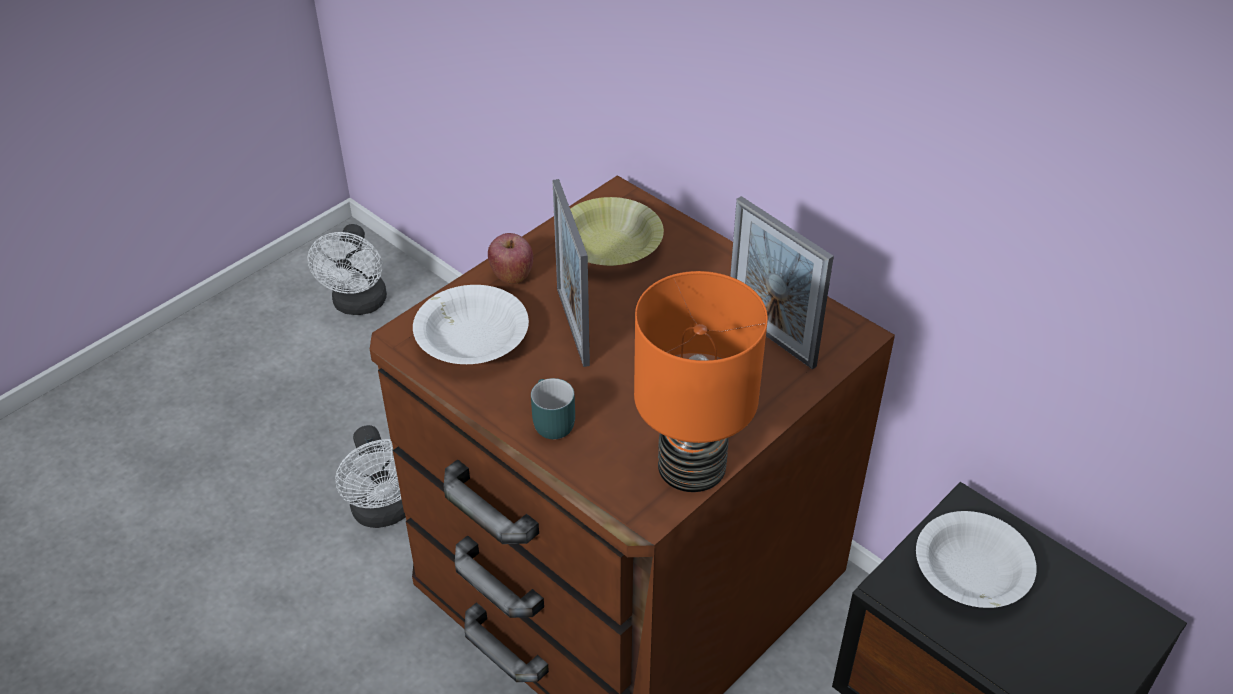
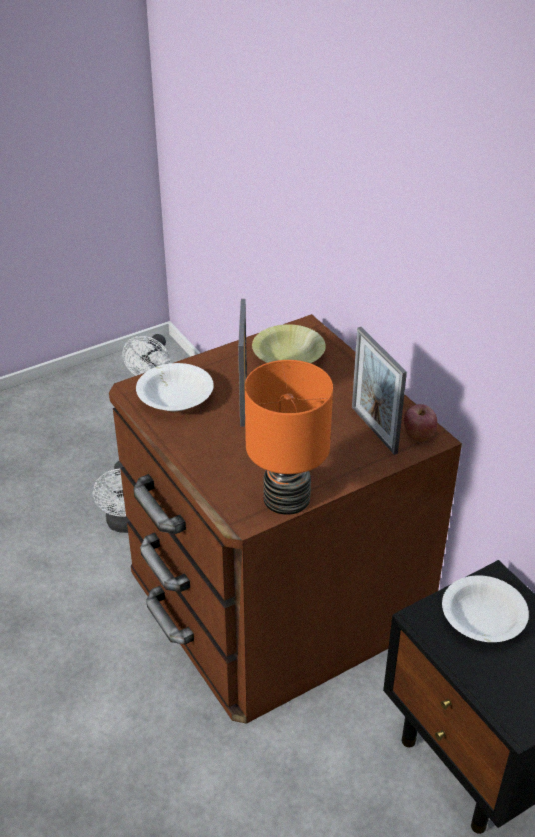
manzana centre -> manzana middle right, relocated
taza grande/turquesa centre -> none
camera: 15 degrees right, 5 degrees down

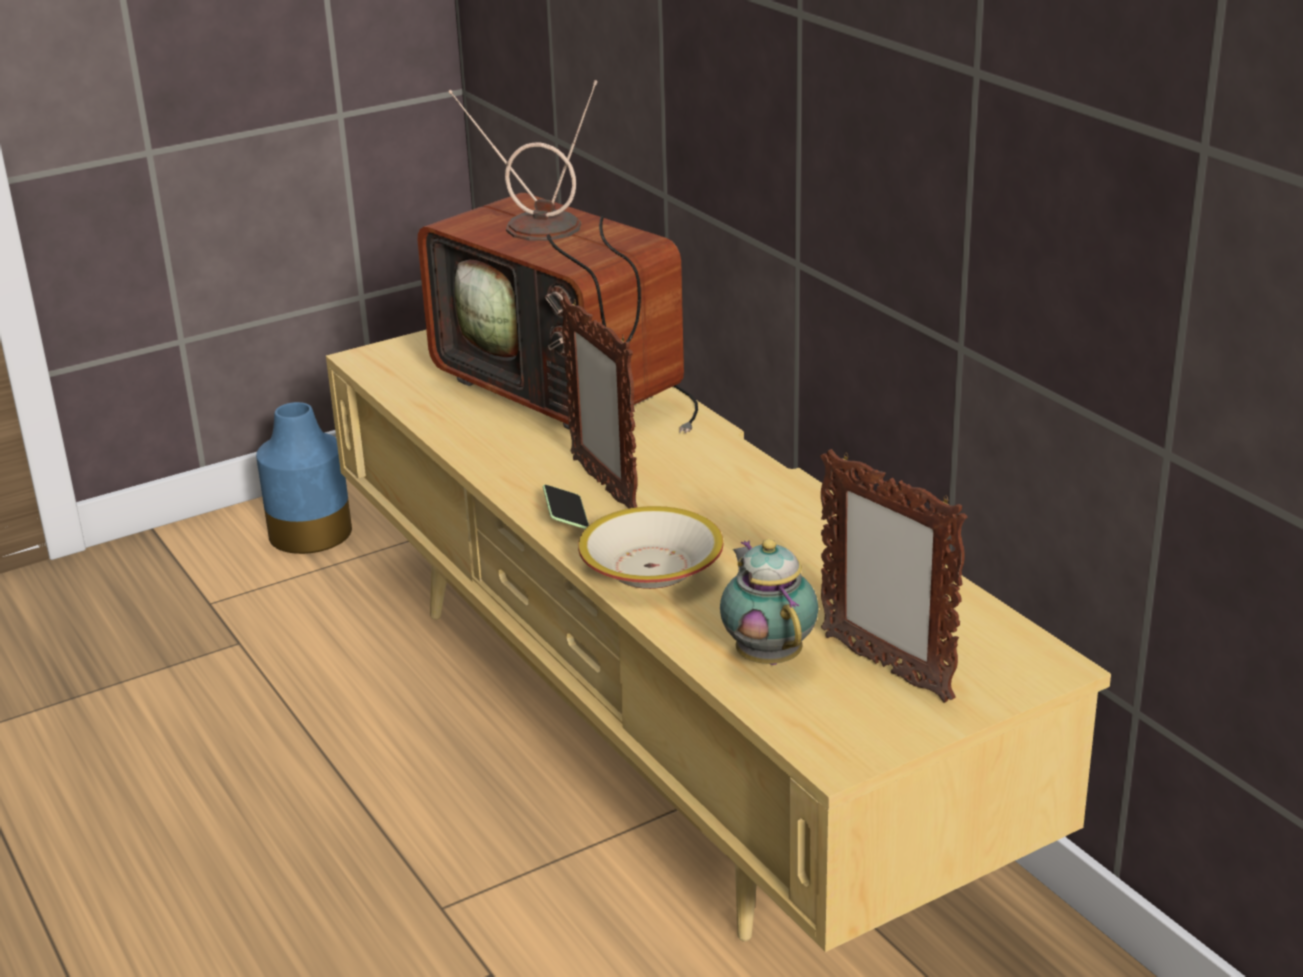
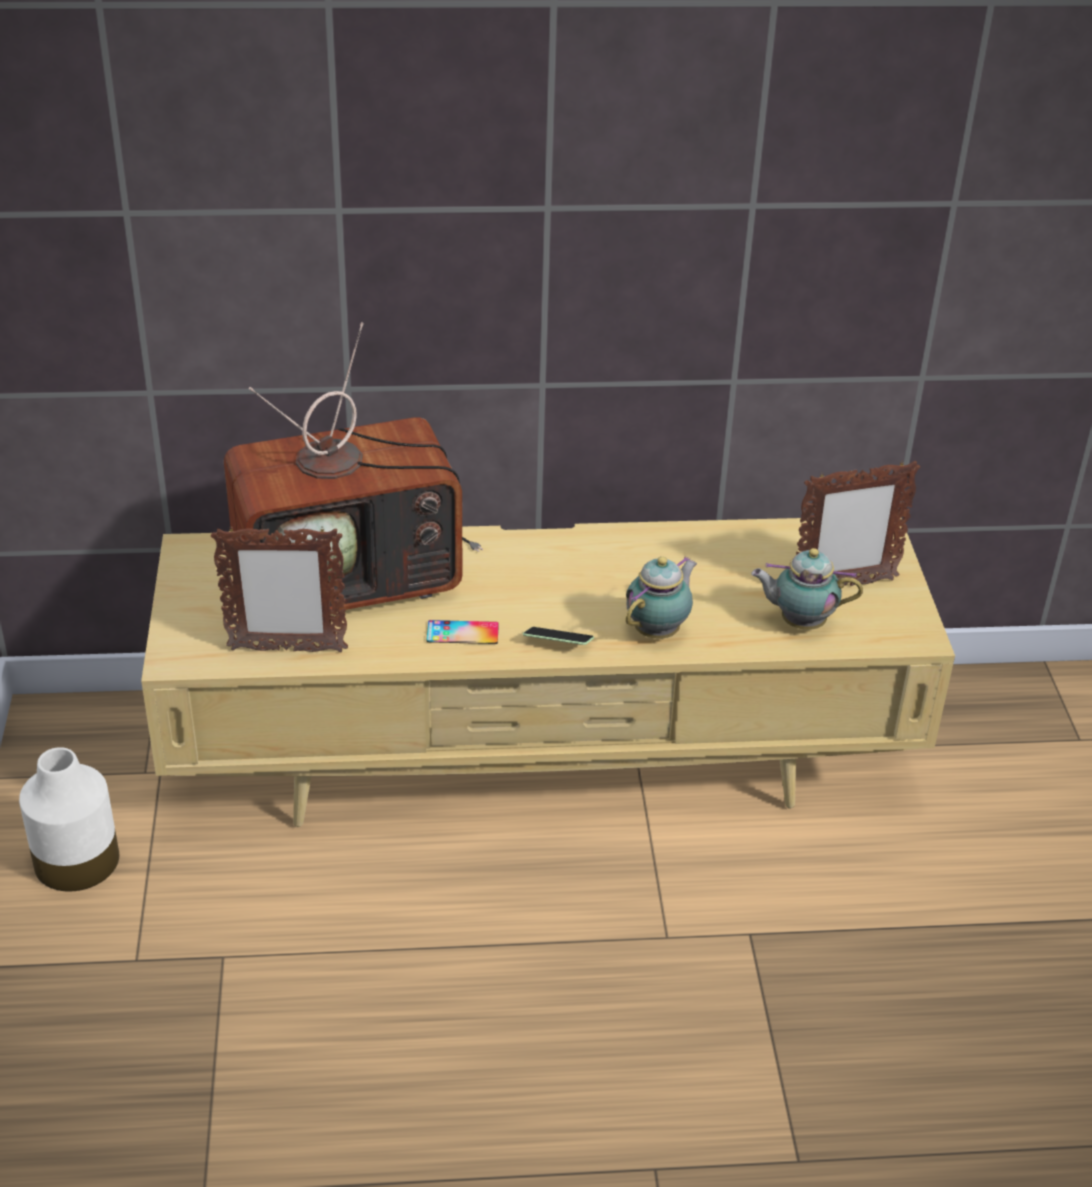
florero/azul middle left -> florero/blanco bottom left
portarretratos (no. 1 from left) centre -> portarretratos (no. 1 from left) middle left, relocated
none -> móvil (no. 1 from left) centre
cuenco centre -> tetera (no. 1 from left) centre
camera: 65 degrees left, 10 degrees up

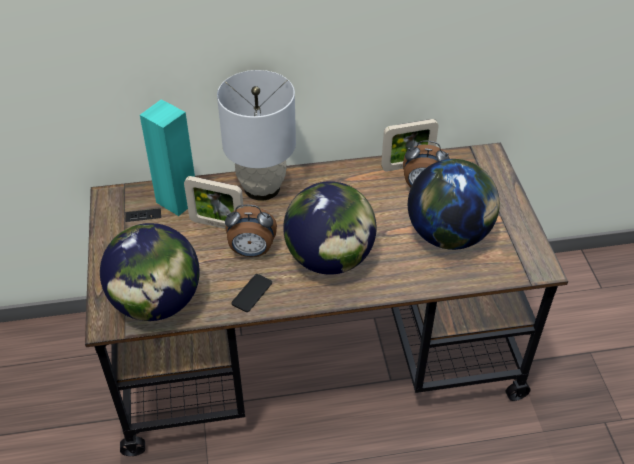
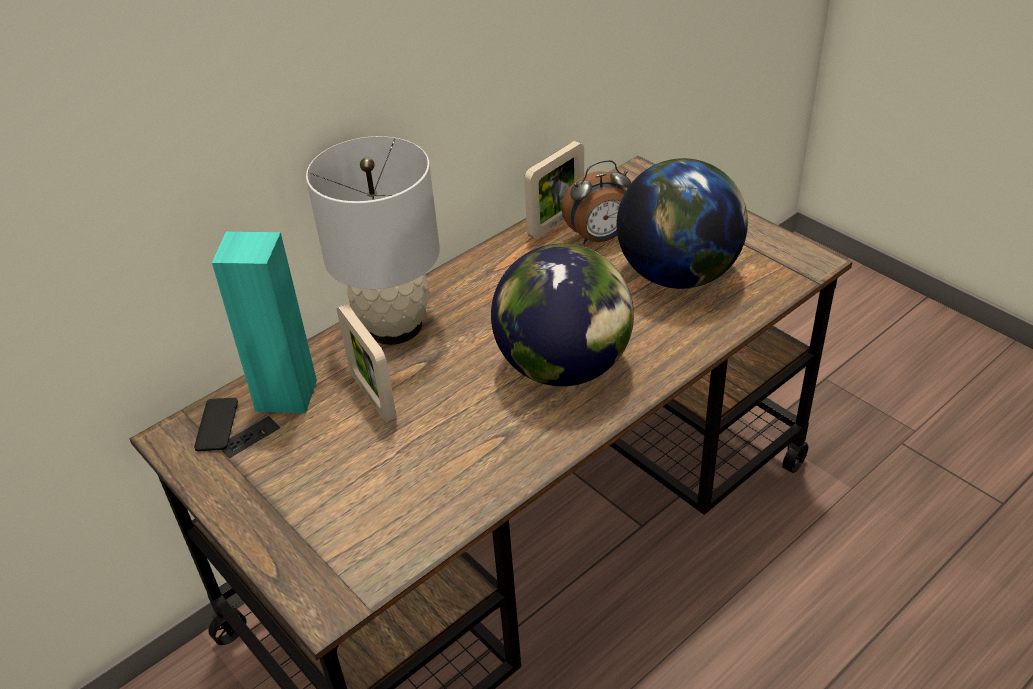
móvil centre -> móvil middle left, relocated
portarretratos (no. 1 from left) centre, 75 degrees clockwise
globo terráqueo (no. 1 from left) middle left -> none
despertador (no. 1 from left) centre -> none
camera: 30 degrees left, 5 degrees down

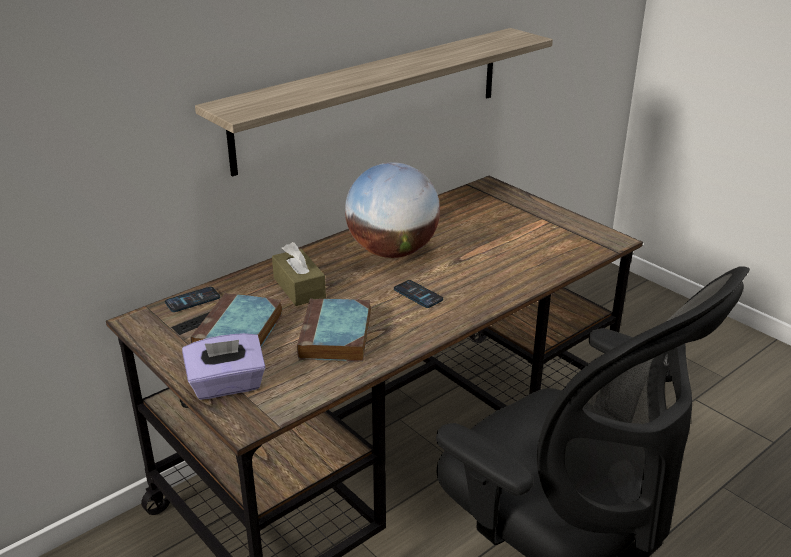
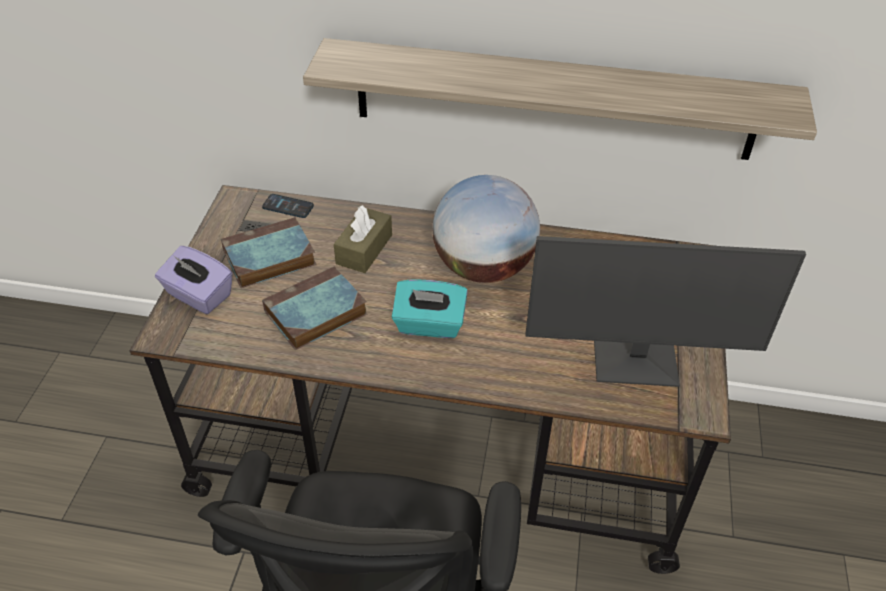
móvil (no. 2 from left) centre -> caja de pañuelos/turquesa centre
none -> monitor middle right
camera: 50 degrees right, 15 degrees up

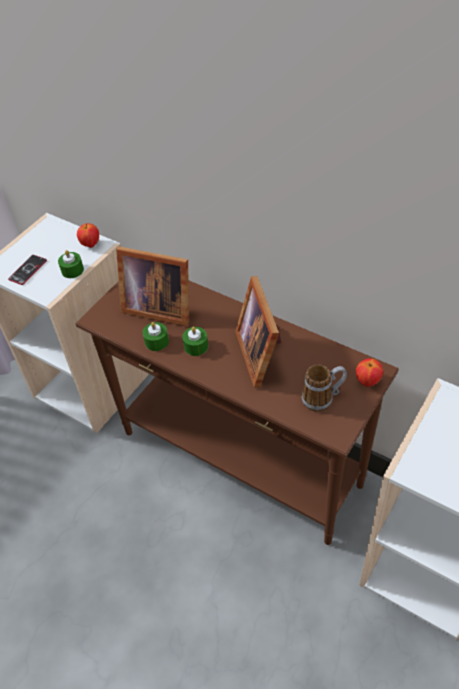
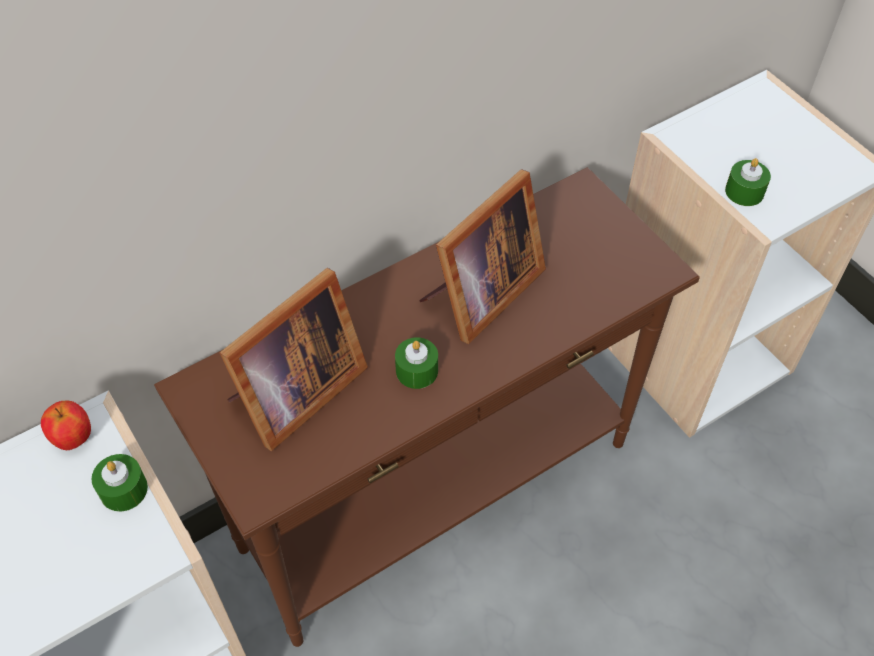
portarretratos (no. 2 from left) centre, 60 degrees counterclockwise
vela/verde (no. 2 from left in the first image) centre -> vela/verde (no. 3 from left) top right, relocated
móvil middle left -> none
taza grande middle right -> none
manzana (no. 2 from left) middle right -> none
camera: 70 degrees left, 5 degrees up

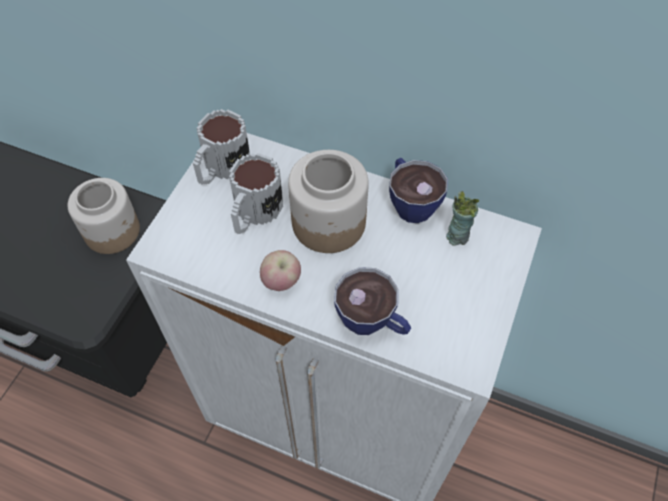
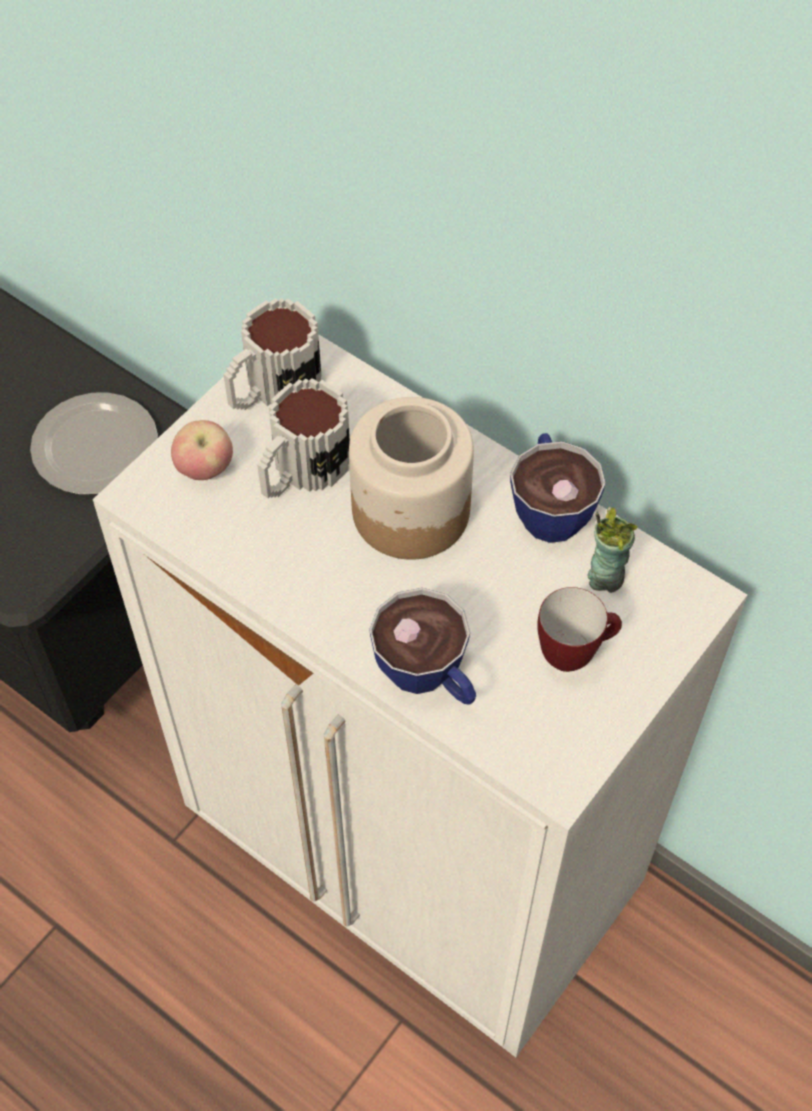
tarro (no. 1 from left) middle left -> plato middle left
manzana centre -> manzana middle left, relocated
none -> taza grande (no. 3 from left) middle right
camera: 15 degrees right, 0 degrees up

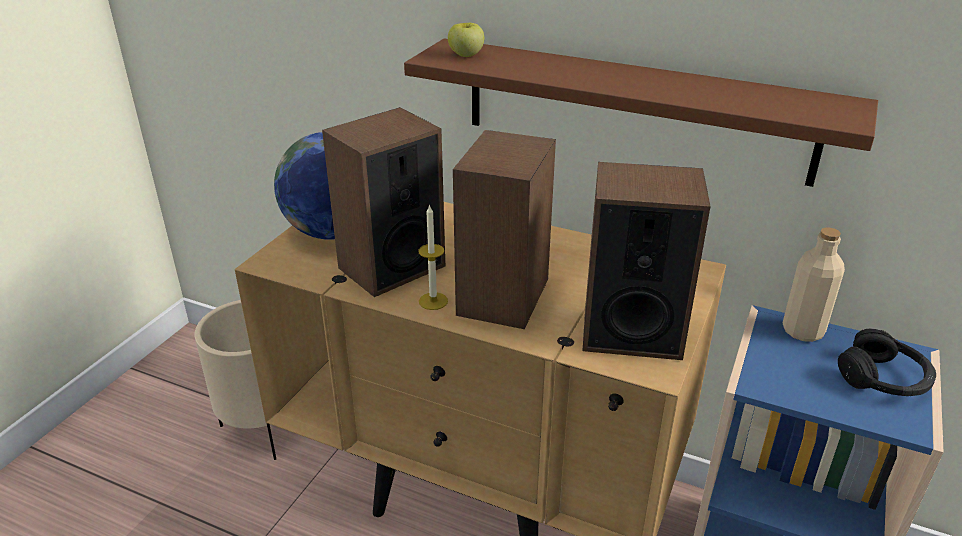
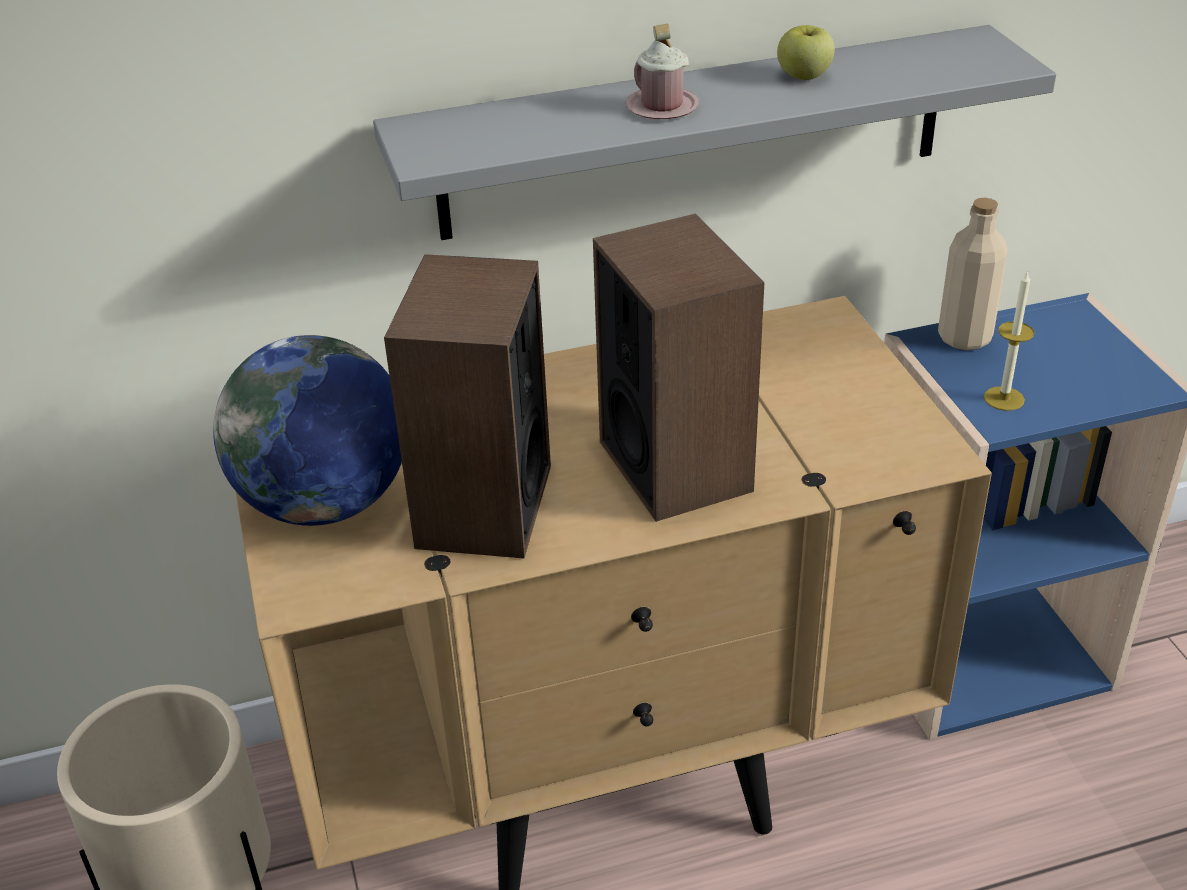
estante/marrón top centre -> estante/gris top centre
none -> taza grande/rosa top centre
manzana top centre -> manzana top right, relocated
vela centre -> vela middle right, relocated
altavoz (no. 3 from left) middle right -> none
auriculares/negro bottom right -> none
camera: 40 degrees left, 5 degrees up

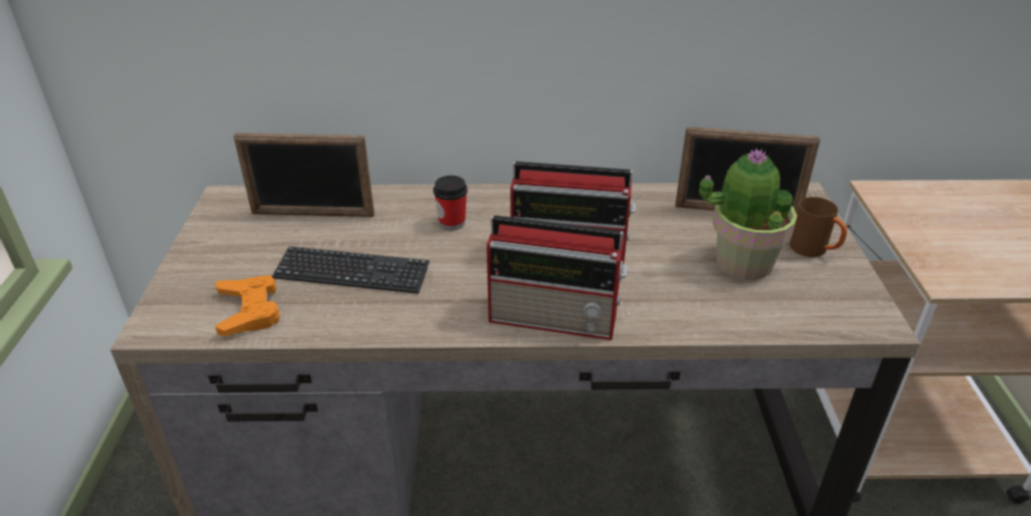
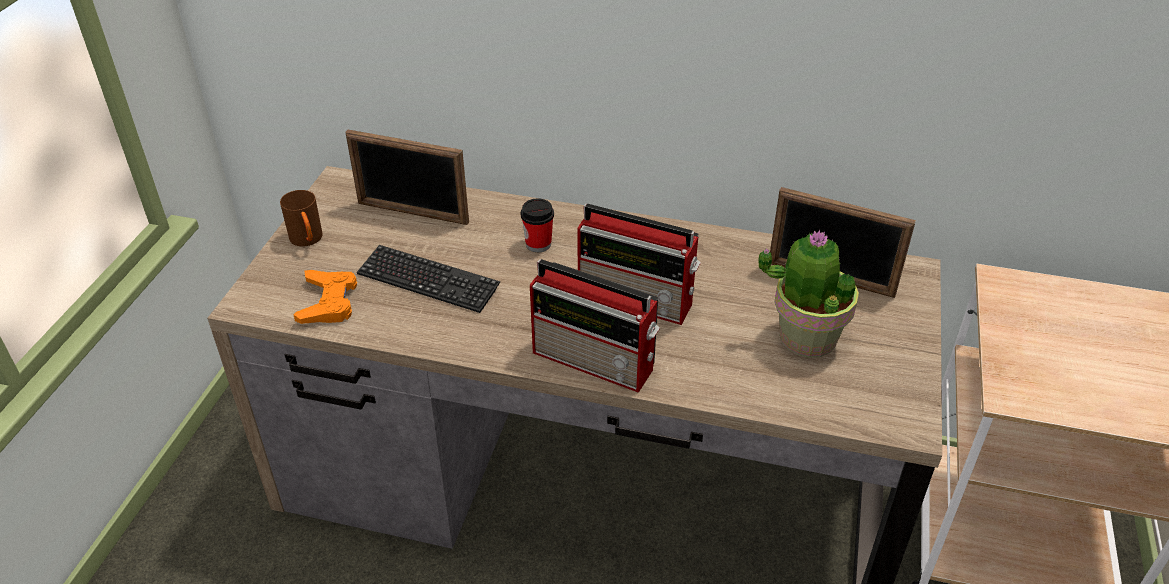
taza grande/marrón middle right -> taza grande/marrón middle left, relocated
camera: 15 degrees right, 5 degrees up

